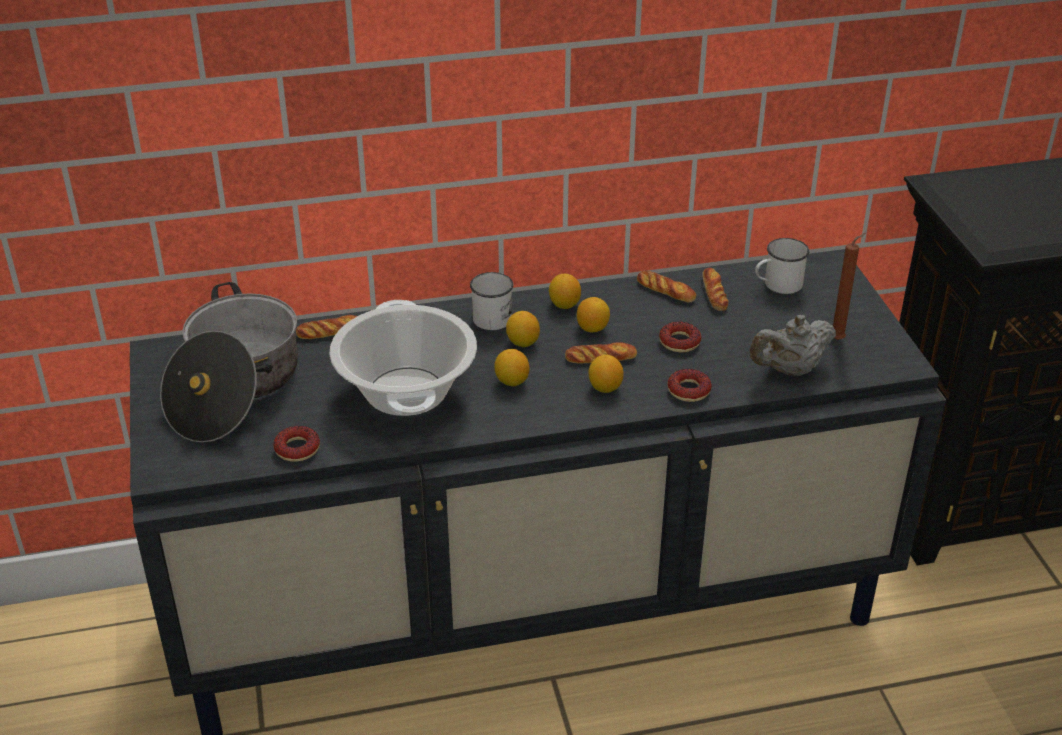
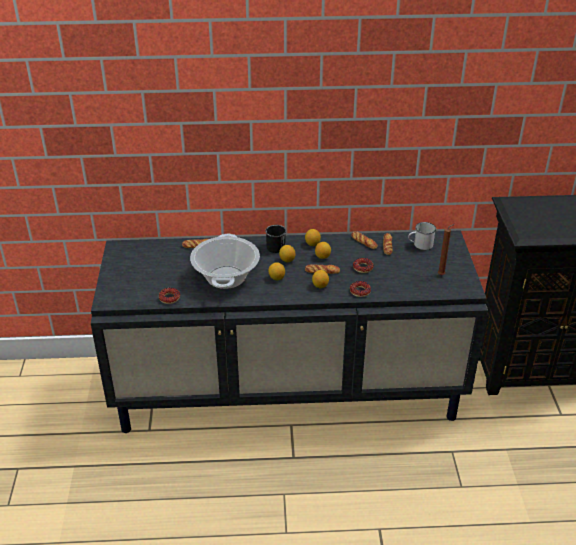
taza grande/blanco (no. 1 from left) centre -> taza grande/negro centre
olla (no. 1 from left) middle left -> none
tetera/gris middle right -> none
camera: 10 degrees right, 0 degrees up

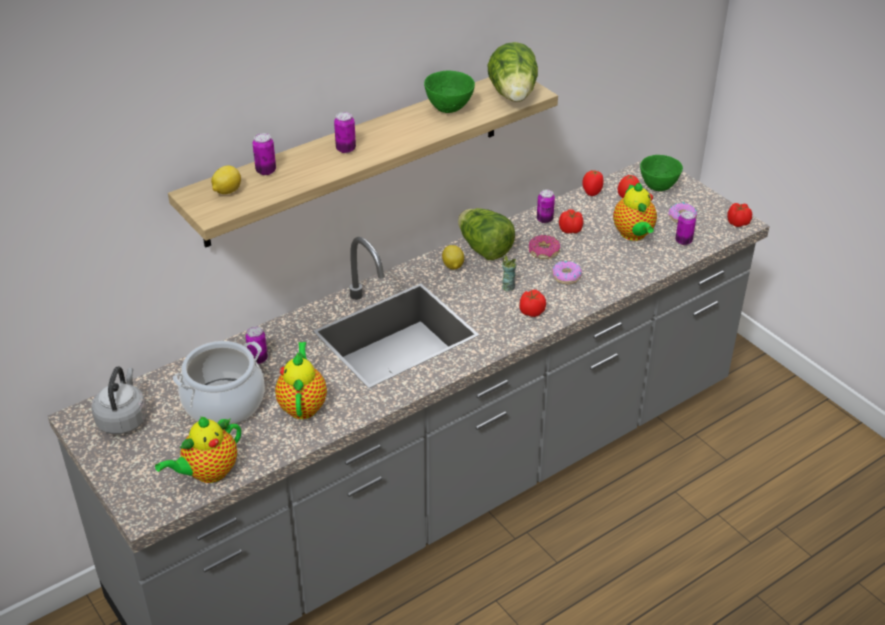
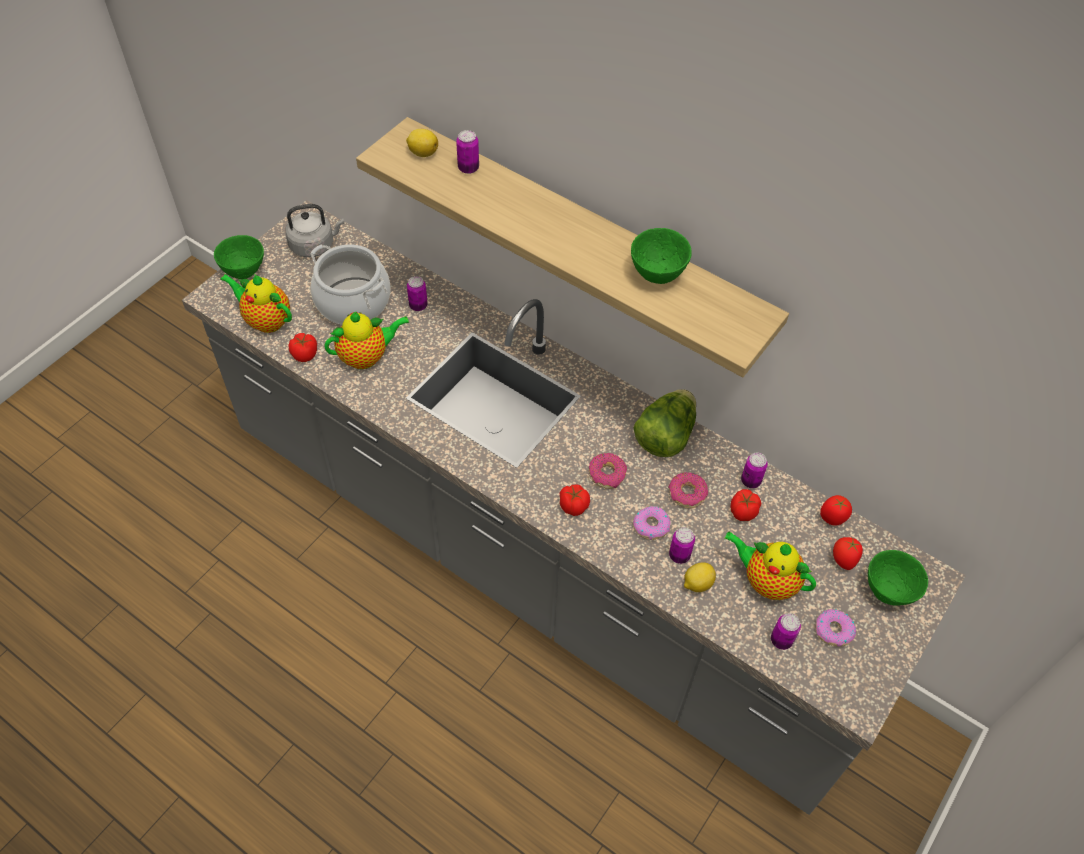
none -> cuenco/verde (no. 1 from left) top left
tomate (no. 5 from left in the first image) middle right -> tomate (no. 1 from left) middle left, relocated
taza centre -> rosquilla (no. 1 from left) centre
lata (no. 3 from left) top centre -> lata (no. 3 from left) centre, relocated
limón (no. 2 from left) centre -> limón (no. 2 from left) bottom centre, relocated
tetera (no. 3 from left) middle right, 60 degrees clockwise
lechuga (no. 2 from left) top centre -> none
camera: 70 degrees right, 15 degrees up

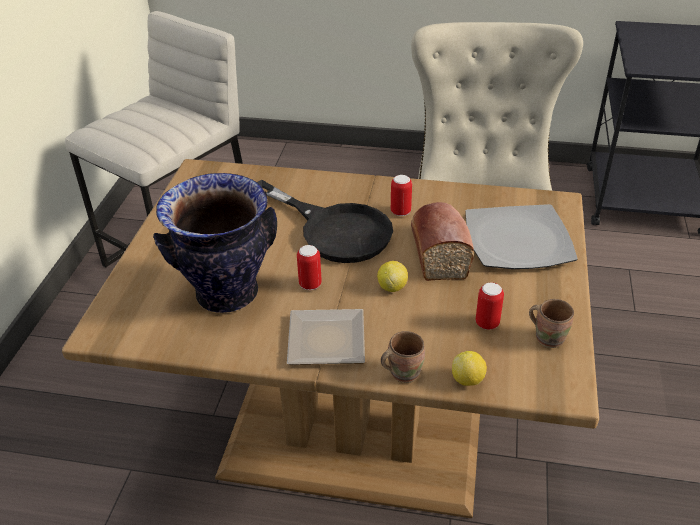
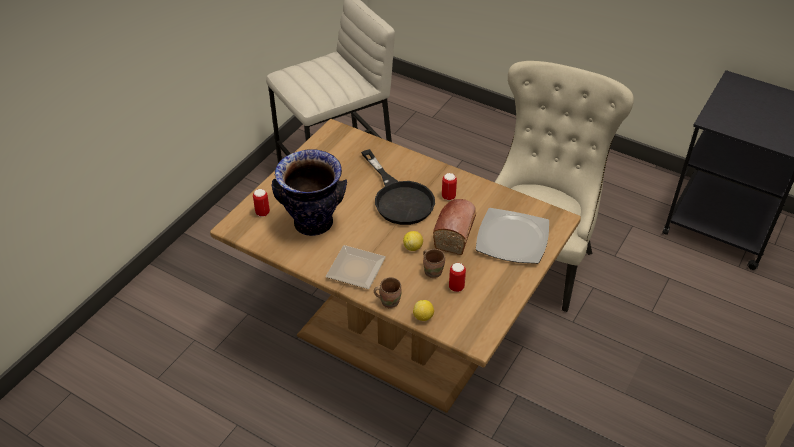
lata (no. 1 from left) centre -> lata (no. 1 from left) middle left, relocated
taza grande/marrón (no. 2 from left) middle right -> taza grande/marrón (no. 2 from left) centre, relocated
camera: 20 degrees right, 5 degrees up

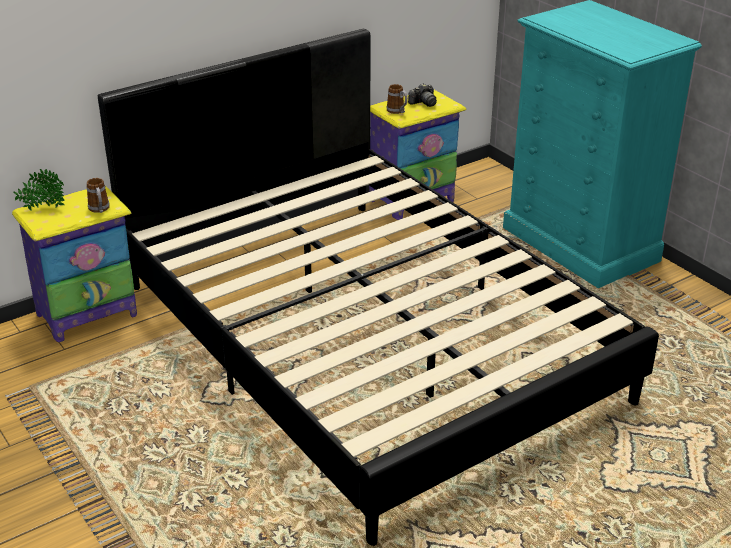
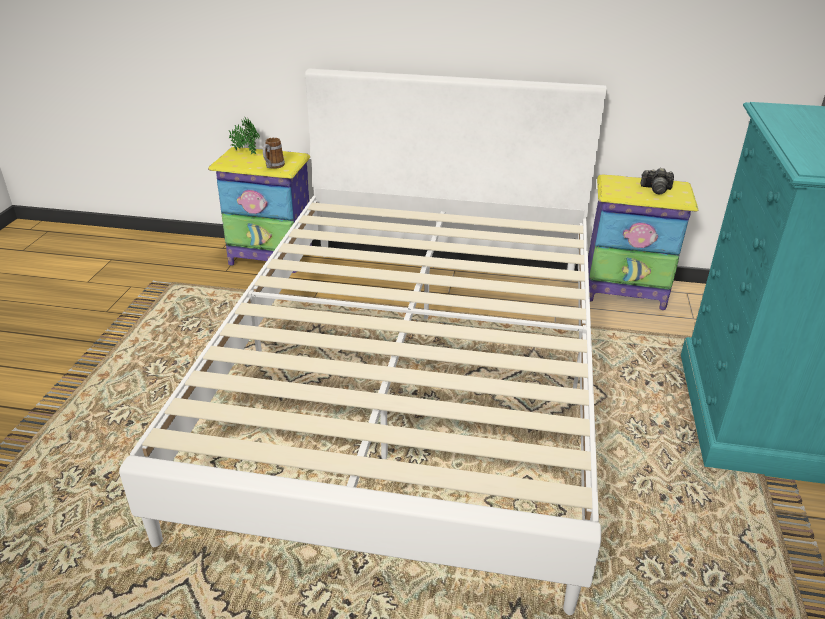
cama/negro centre -> cama/blanco centre
taza grande (no. 2 from left) top centre -> none
camera: 45 degrees right, 0 degrees up

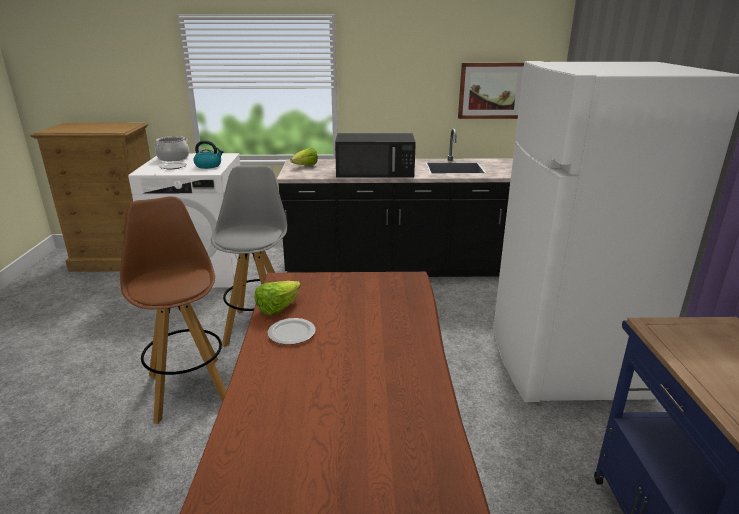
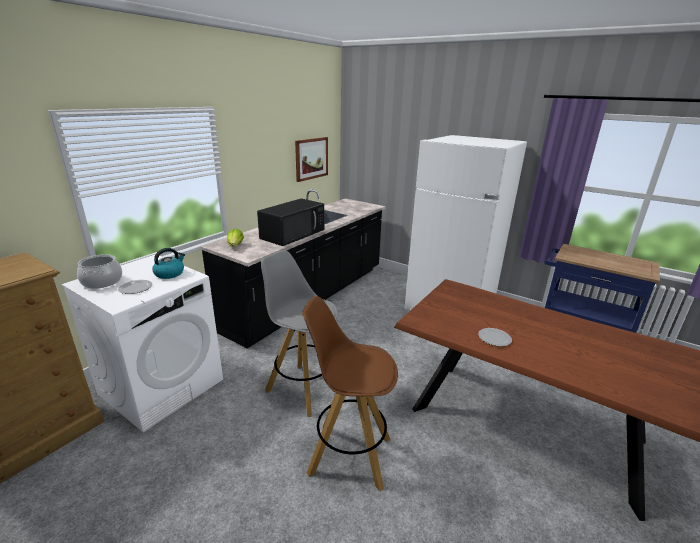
lechuga (no. 1 from left) centre -> none
camera: 55 degrees left, 0 degrees up

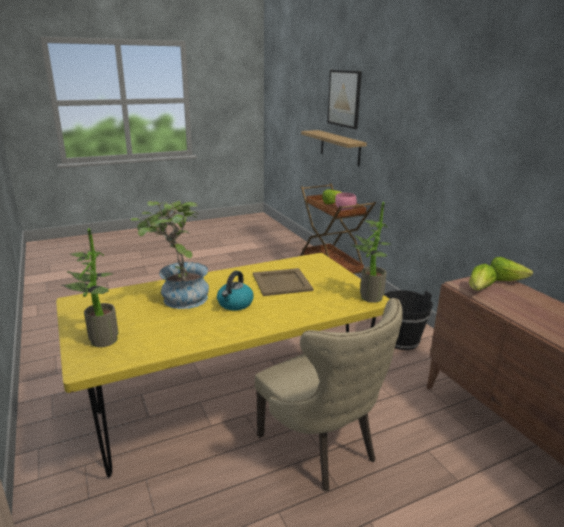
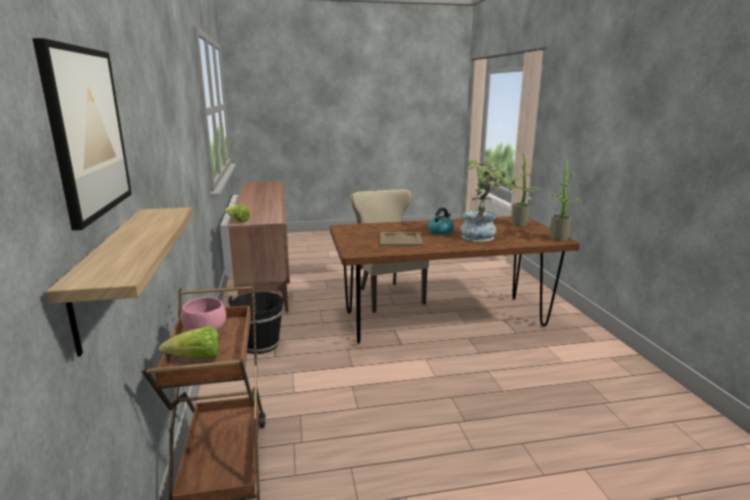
mesa de comedor/amarillo bottom centre -> mesa de comedor/marrón centre
planta en maceta (no. 3 from left) centre -> planta en maceta (no. 3 from left) middle right, relocated
lechuga (no. 2 from left) middle right -> none
camera: 165 degrees left, 5 degrees down

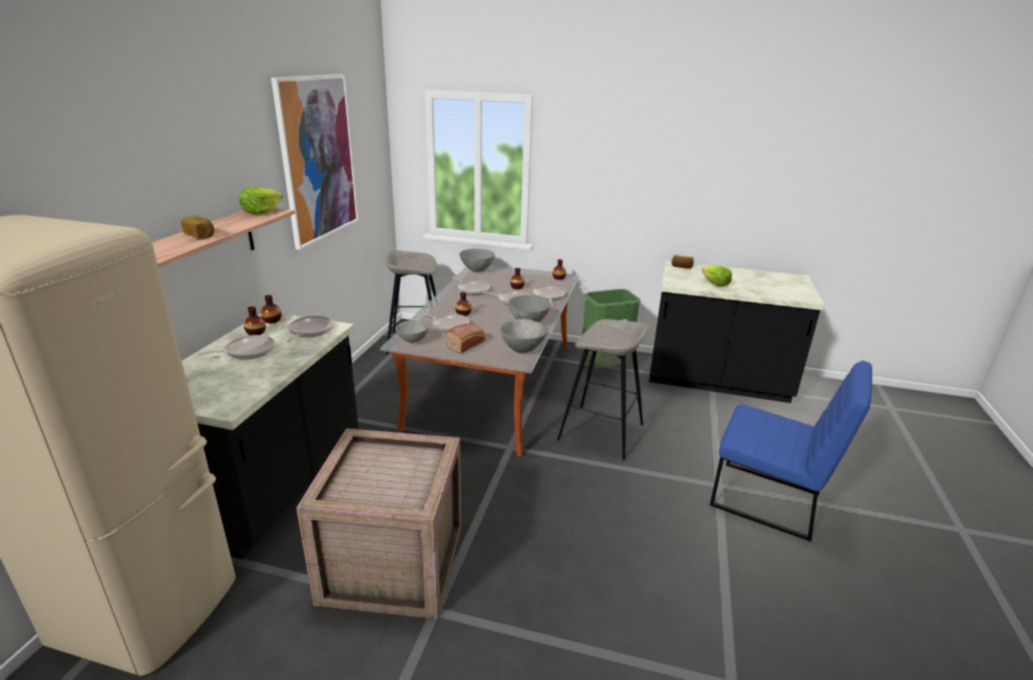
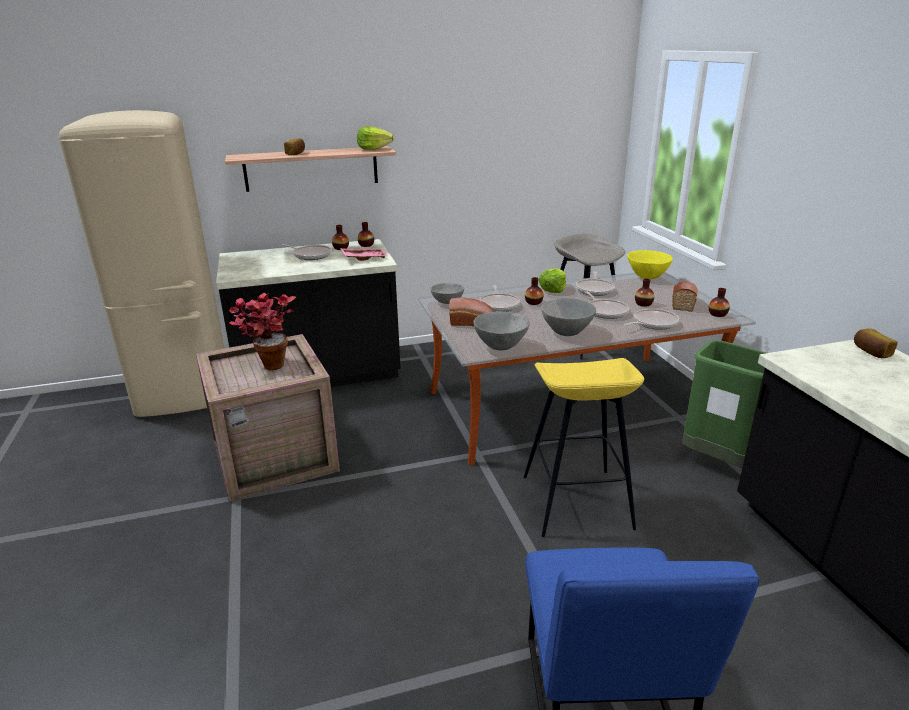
none -> planta en maceta middle left
sartén (no. 2 from left) middle left -> bandeja/rosa centre
taburete/gris (no. 2 from left) centre -> taburete/amarillo centre
lechuga (no. 2 from left) middle right -> lechuga (no. 2 from left) centre, relocated
cuenco/gris (no. 2 from left) centre -> cuenco/amarillo middle right
none -> pan (no. 3 from left) middle right
cuadro top left -> none
camera: 60 degrees right, 0 degrees up

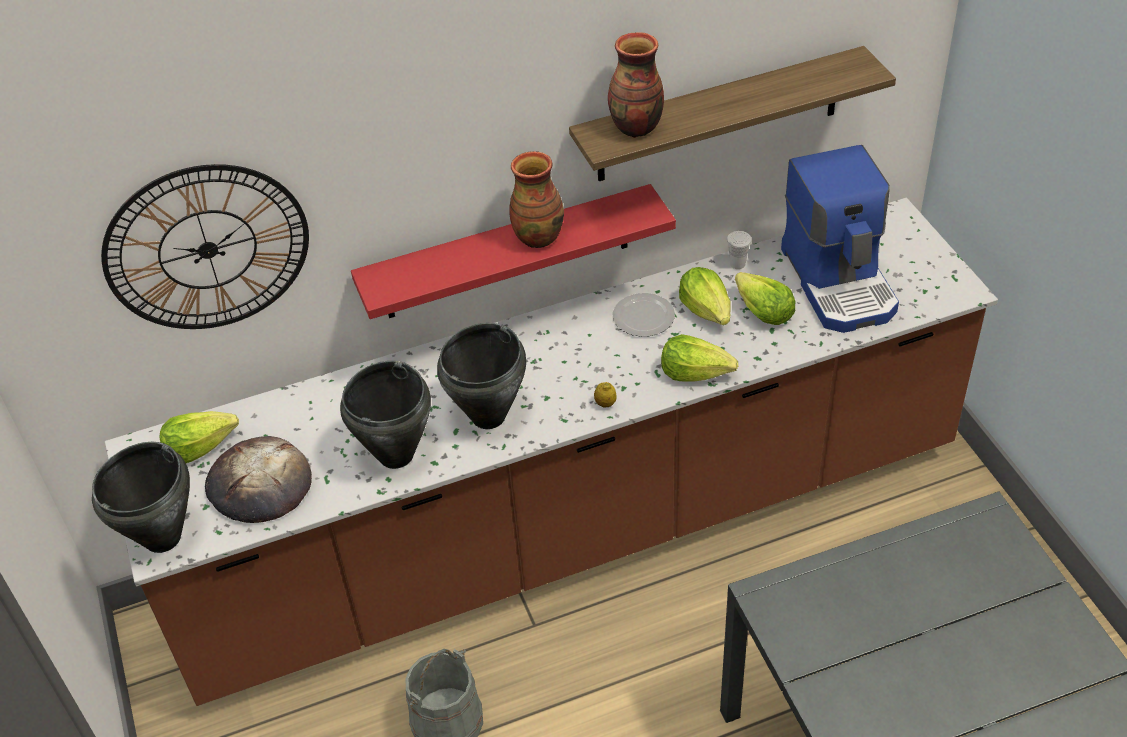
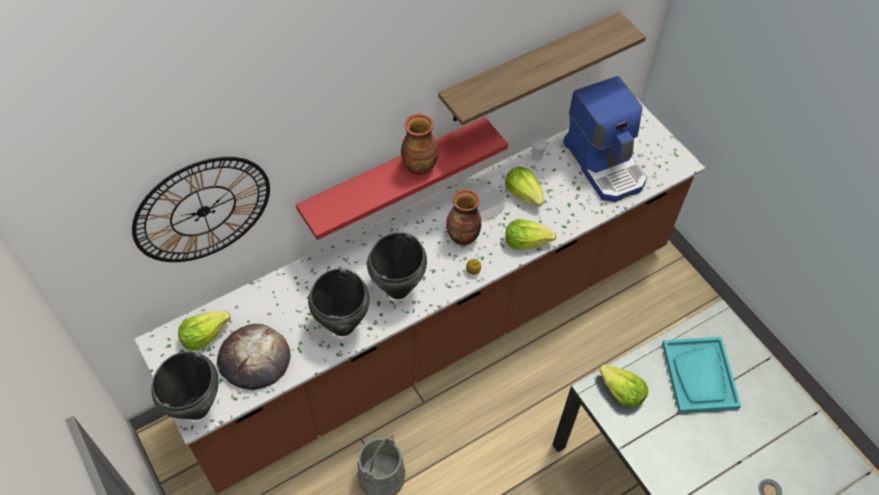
florero (no. 2 from left) top centre -> florero (no. 2 from left) centre, relocated
lechuga (no. 4 from left) middle right -> lechuga (no. 4 from left) bottom right, relocated
none -> bandeja/turquesa bottom right
camera: 15 degrees left, 10 degrees up

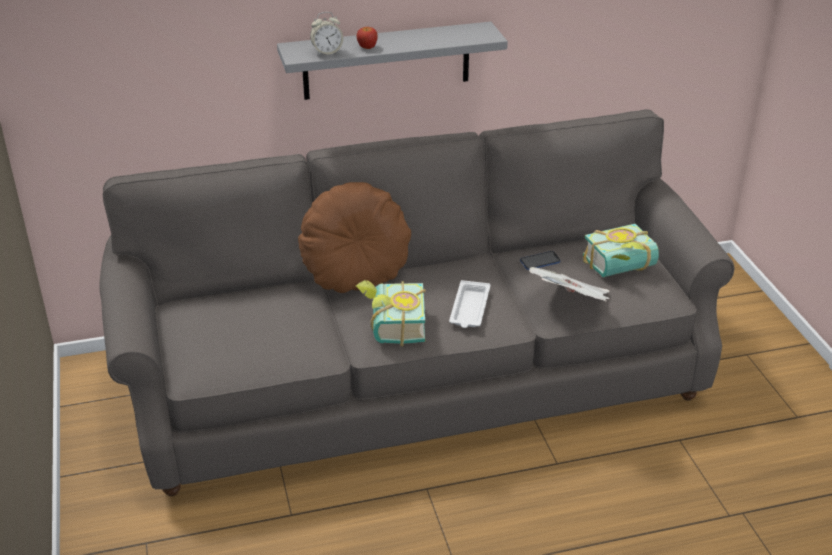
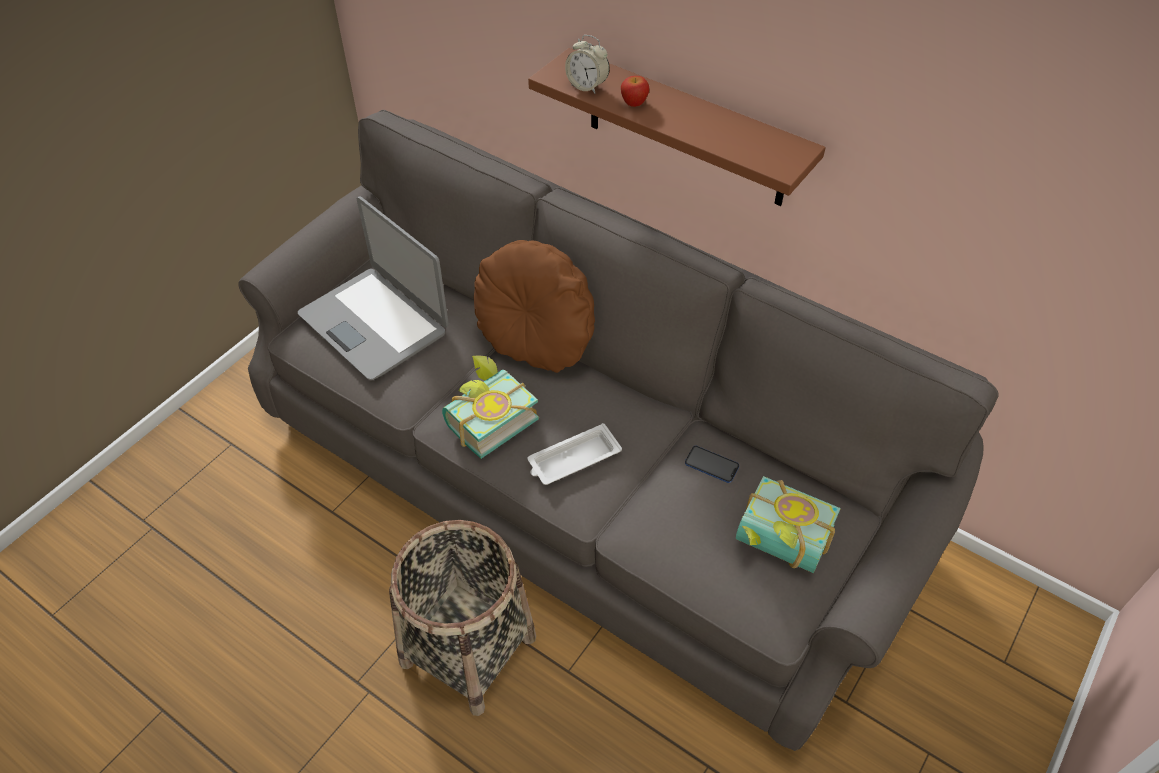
none -> portátil middle left
none -> cesta bottom centre
estante/gris top centre -> estante/marrón top centre
periódico middle right -> none
camera: 50 degrees right, 15 degrees up

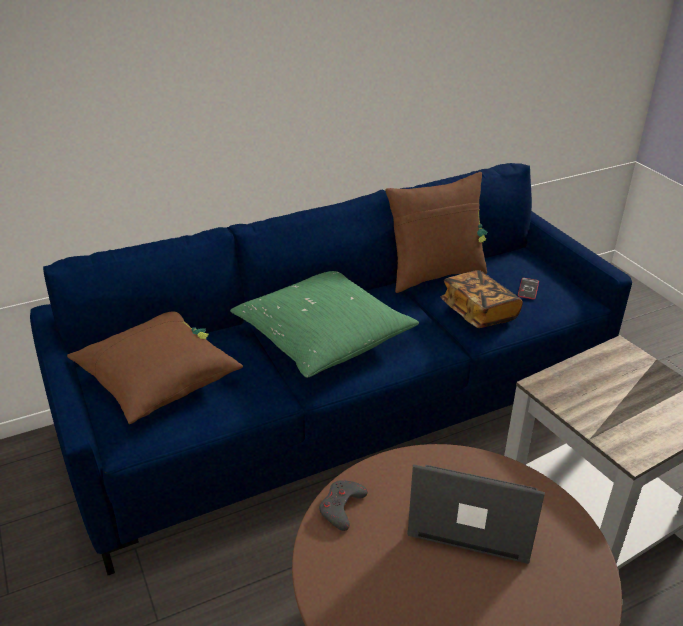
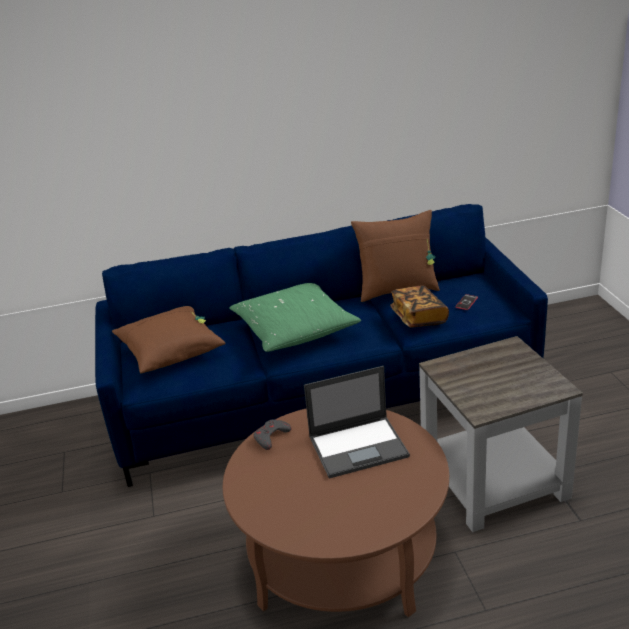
portátil bottom right -> portátil bottom centre, 135 degrees clockwise
camera: 15 degrees right, 5 degrees down

